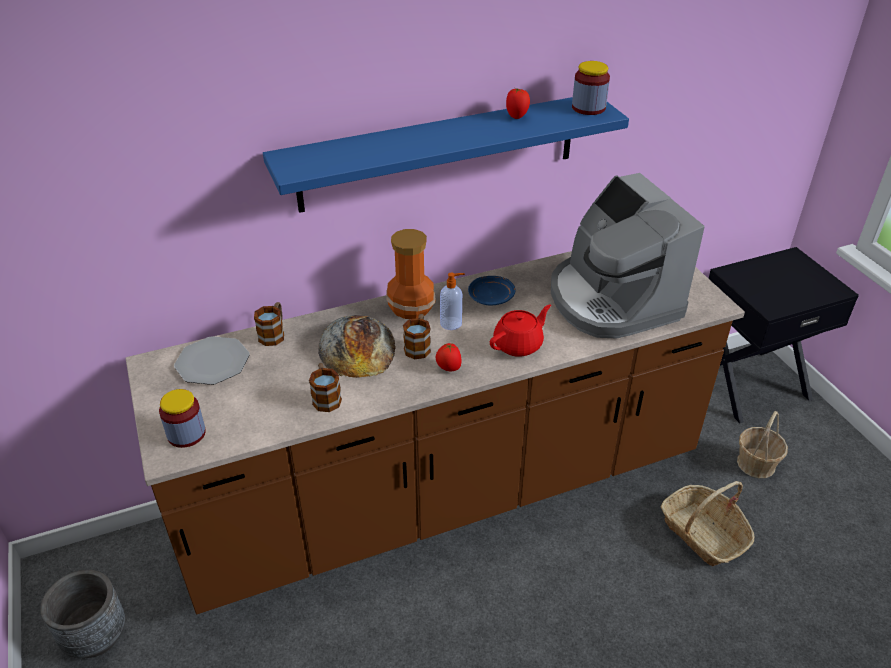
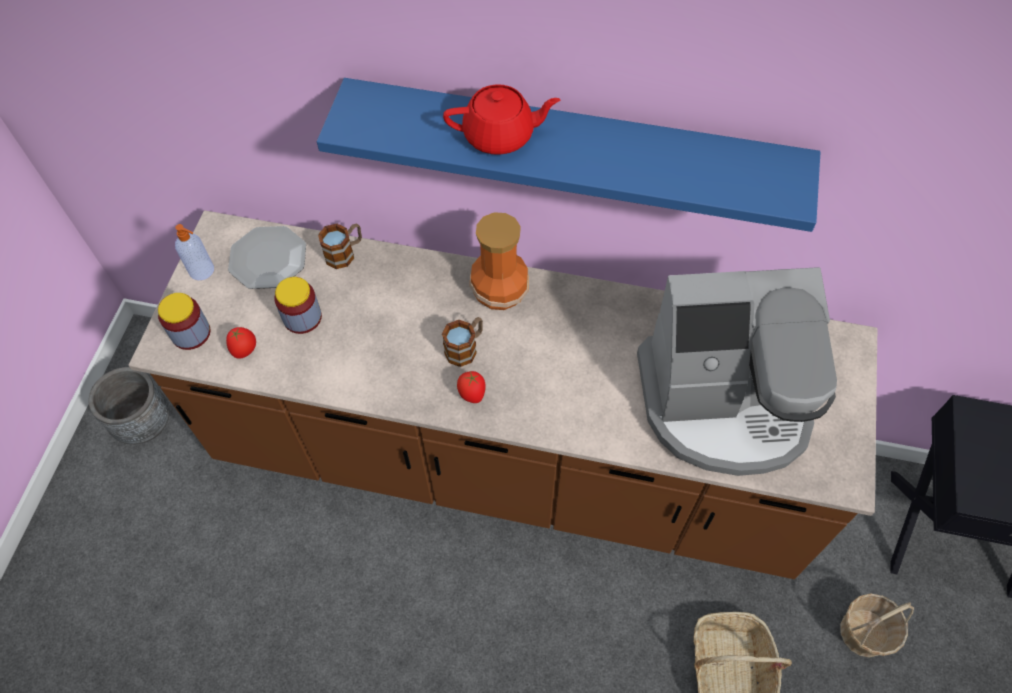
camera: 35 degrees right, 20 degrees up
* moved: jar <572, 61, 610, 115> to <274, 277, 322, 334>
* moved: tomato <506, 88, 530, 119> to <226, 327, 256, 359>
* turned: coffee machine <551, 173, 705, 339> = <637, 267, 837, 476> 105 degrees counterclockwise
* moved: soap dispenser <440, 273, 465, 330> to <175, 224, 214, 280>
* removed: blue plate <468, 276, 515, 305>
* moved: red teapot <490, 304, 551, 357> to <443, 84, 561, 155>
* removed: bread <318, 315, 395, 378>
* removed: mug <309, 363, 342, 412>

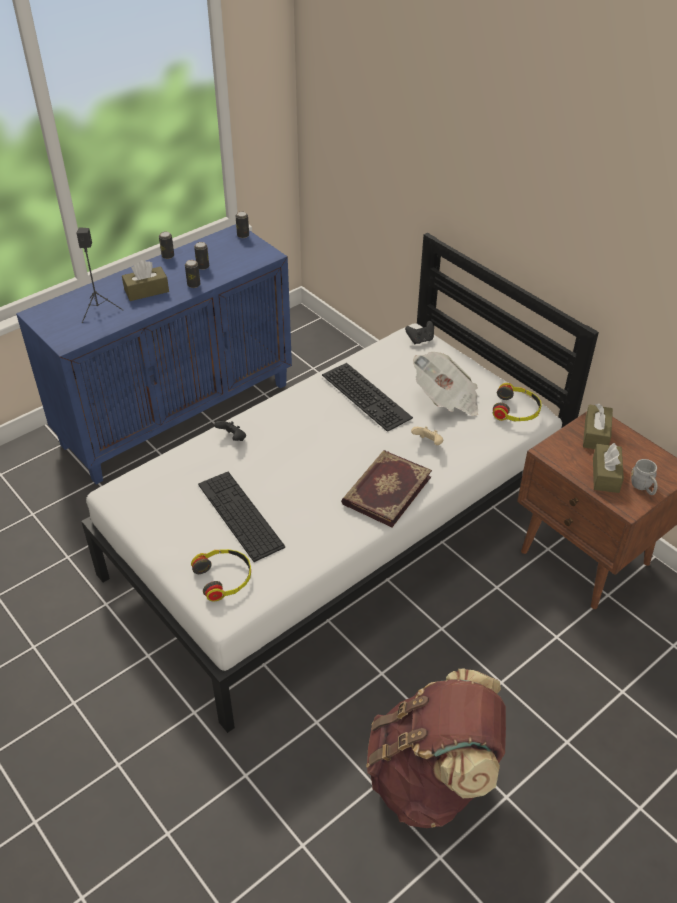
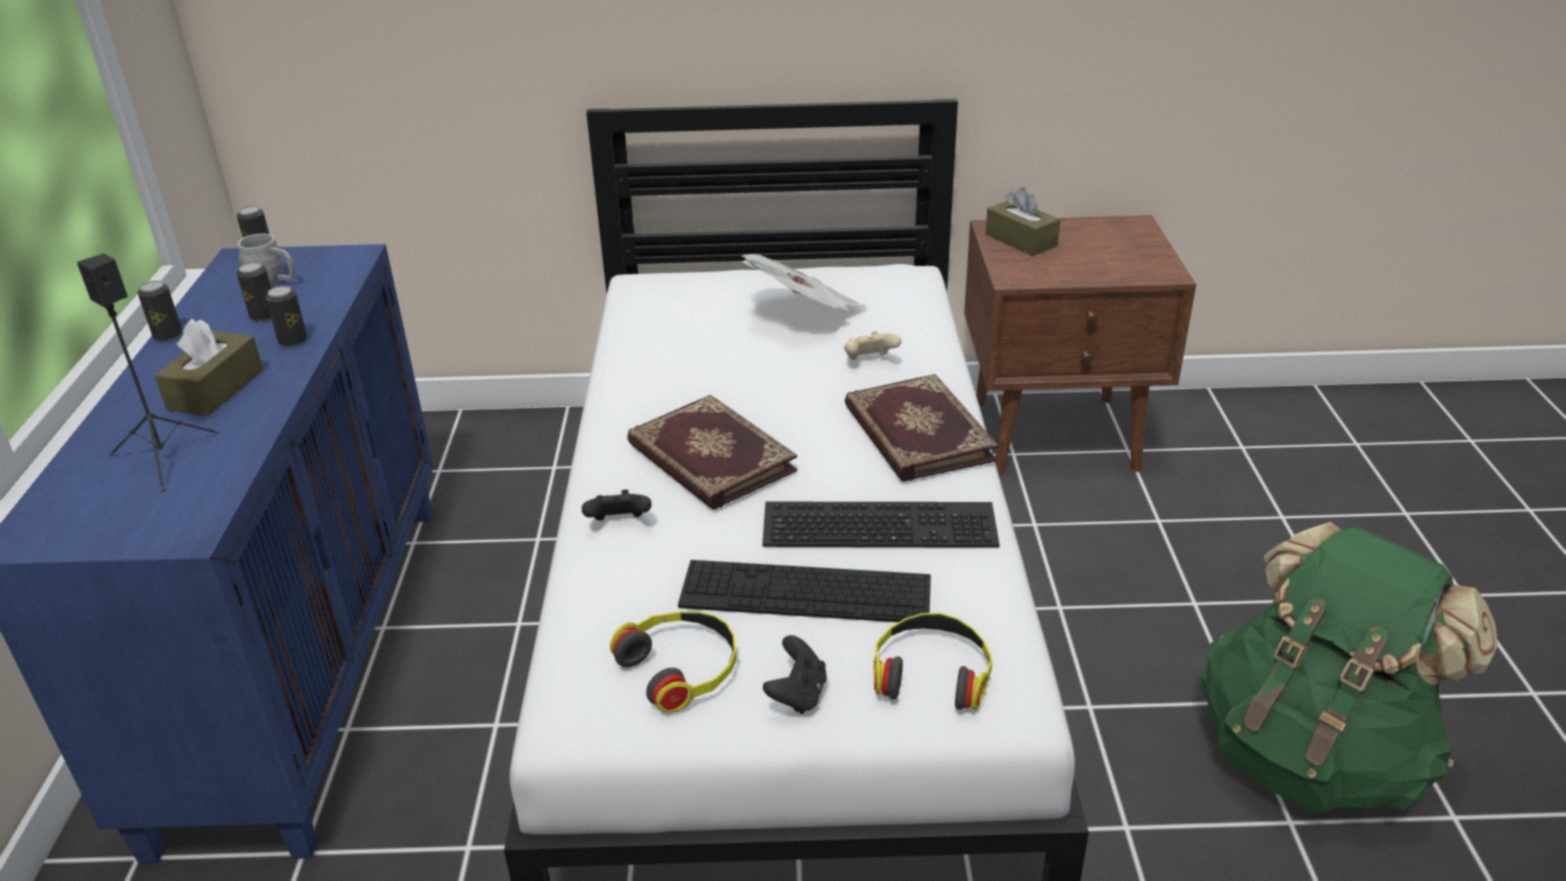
camera: 50 degrees left, 10 degrees down
* moved: black game controller <405, 321, 434, 345> to <763, 635, 827, 714>
* moved: keyboard <322, 363, 413, 432> to <762, 502, 1000, 548>
* moved: headphones <493, 383, 542, 421> to <610, 611, 736, 713>
* removed: brown tissue box <593, 443, 624, 493>
* moved: grey mug <631, 459, 658, 495> to <238, 234, 295, 285>
* recoloured: brown backpack <366, 668, 506, 828> to green backpack <1201, 522, 1498, 813>
* added: book <627, 395, 798, 510>

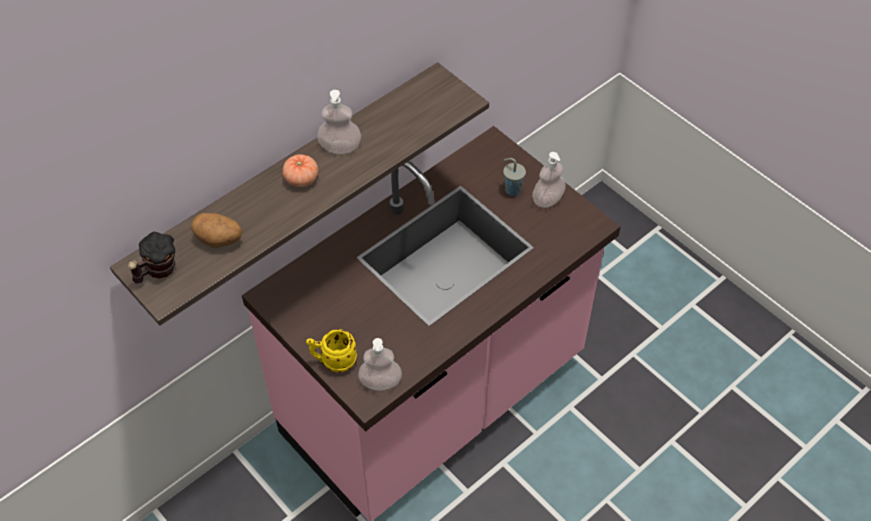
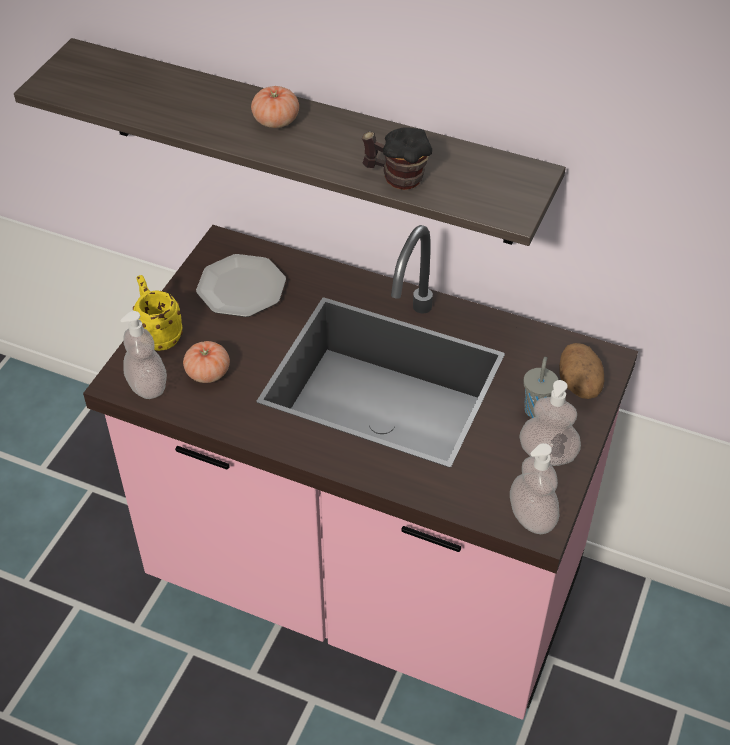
camera: 65 degrees right, 5 degrees down
* moved: soap dispenser <317, 90, 361, 154> to <510, 443, 559, 534>
* moved: potato <191, 213, 242, 247> to <559, 343, 604, 399>
* moved: mug <128, 232, 175, 284> to <362, 127, 432, 190>
* added: plate <196, 254, 286, 317>
* added: tomato <183, 341, 230, 383>

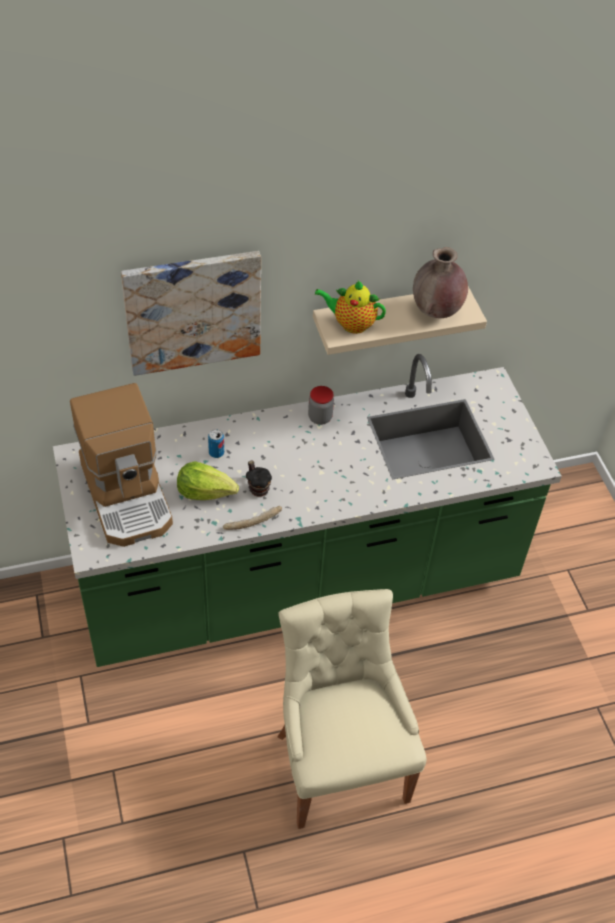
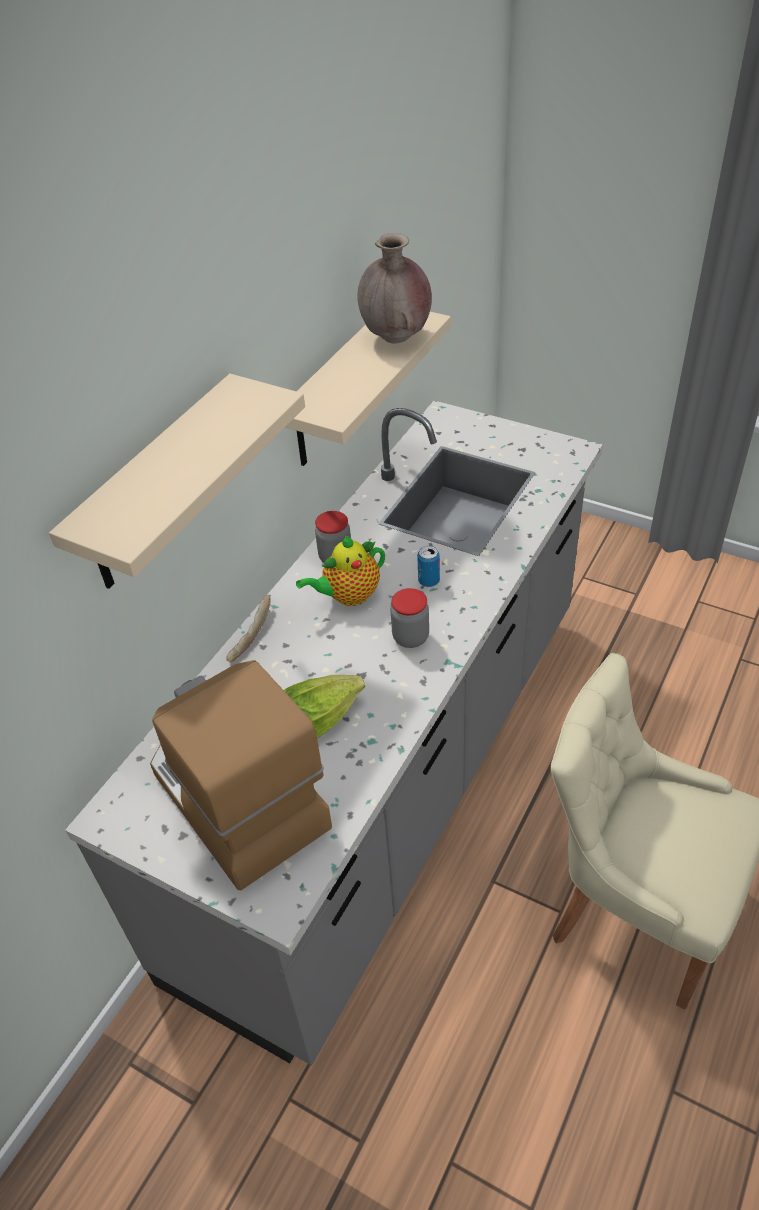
camera: 40 degrees left, 5 degrees down
* replaced: picture <121, 251, 261, 376> to beige shelf <49, 374, 305, 589>
* moved: teapot <315, 280, 386, 334> to <296, 536, 385, 606>
* recoloured: green counter <53, 354, 562, 667> to grey counter <65, 401, 603, 1066>
* turned: coffee machine <70, 383, 173, 547> = <150, 660, 332, 890> 150 degrees counterclockwise
* moved: can <208, 430, 224, 458> to <417, 546, 440, 587>
* removed: mug <246, 460, 272, 497>
* moved: bread <223, 506, 282, 530> to <226, 595, 270, 662>
* added: jar <391, 588, 429, 648>

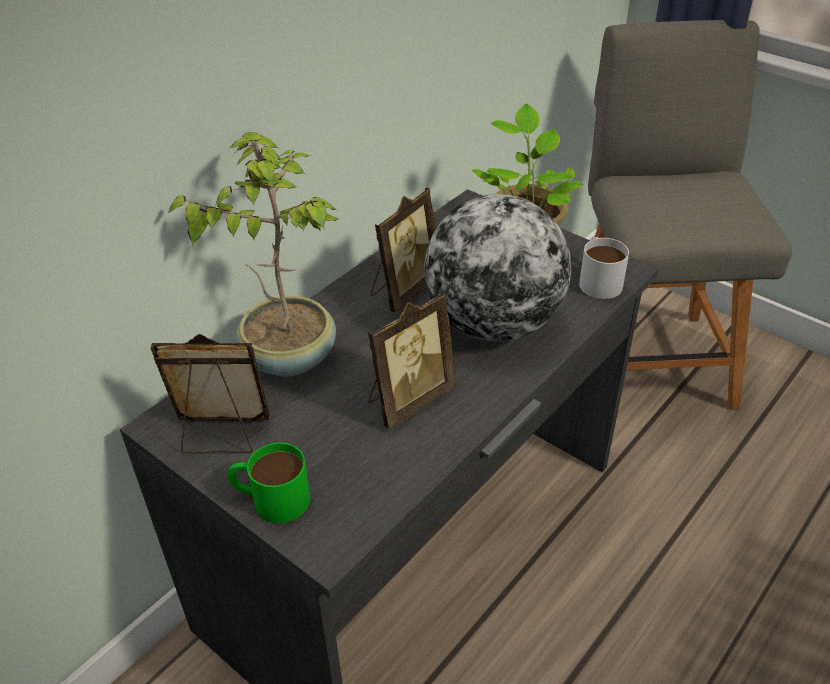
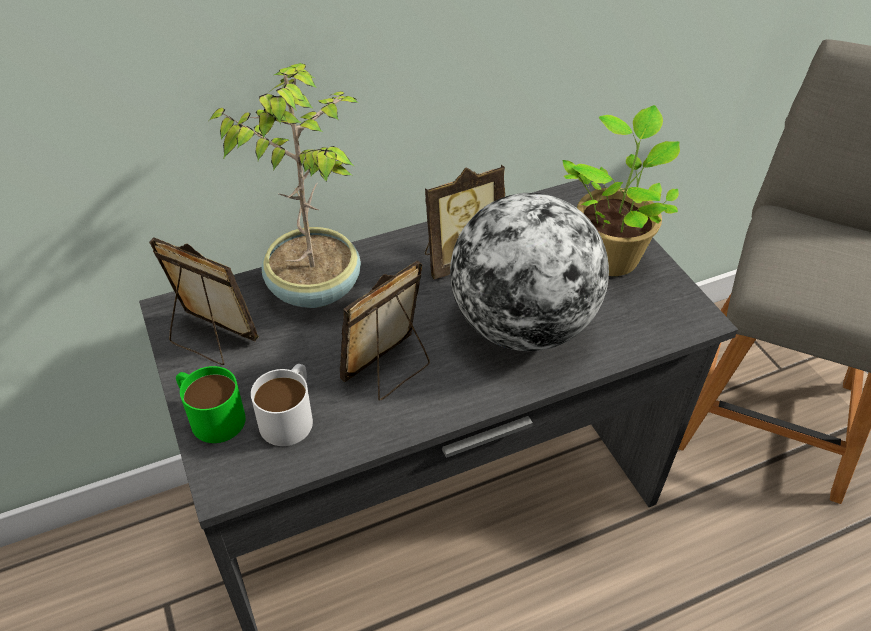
camera: 25 degrees right, 5 degrees up
* moved: white mug <579, 237, 629, 299> to <251, 364, 313, 446>
* turned: picture frame <368, 292, 456, 429> = <340, 260, 430, 401> 150 degrees clockwise

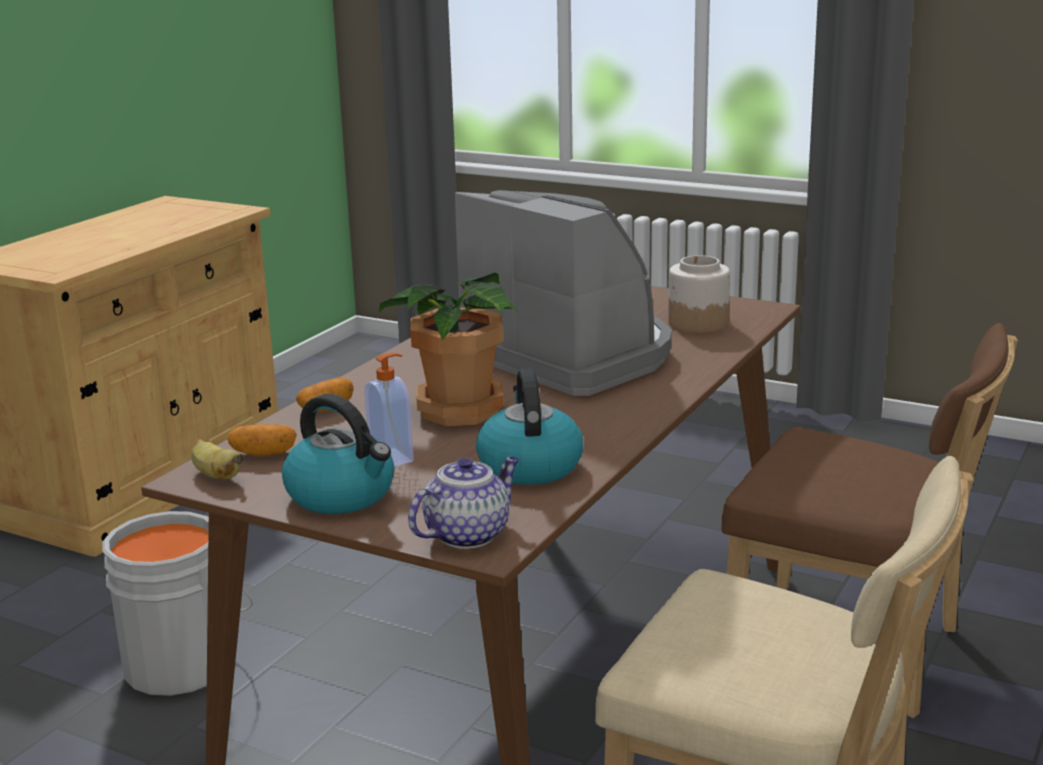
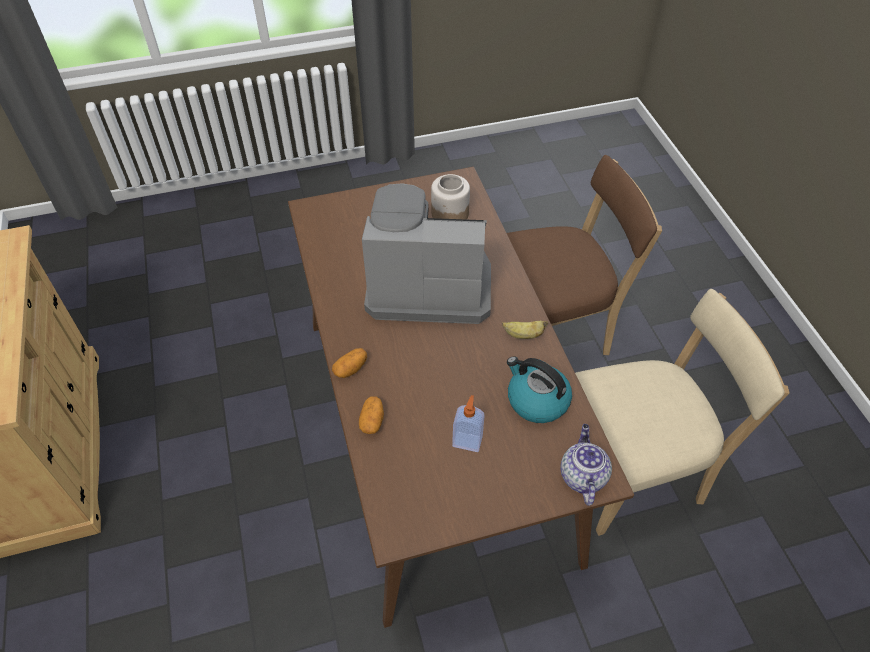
camera: 45 degrees left, 30 degrees up
* removed: potted plant <379, 272, 520, 426>
* removed: kettle <282, 394, 394, 514>
* moved: potato <228, 424, 297, 457> to <332, 348, 367, 378>
* moved: banana <191, 439, 244, 480> to <502, 321, 548, 339>
* removed: grey bucket <103, 511, 253, 696>

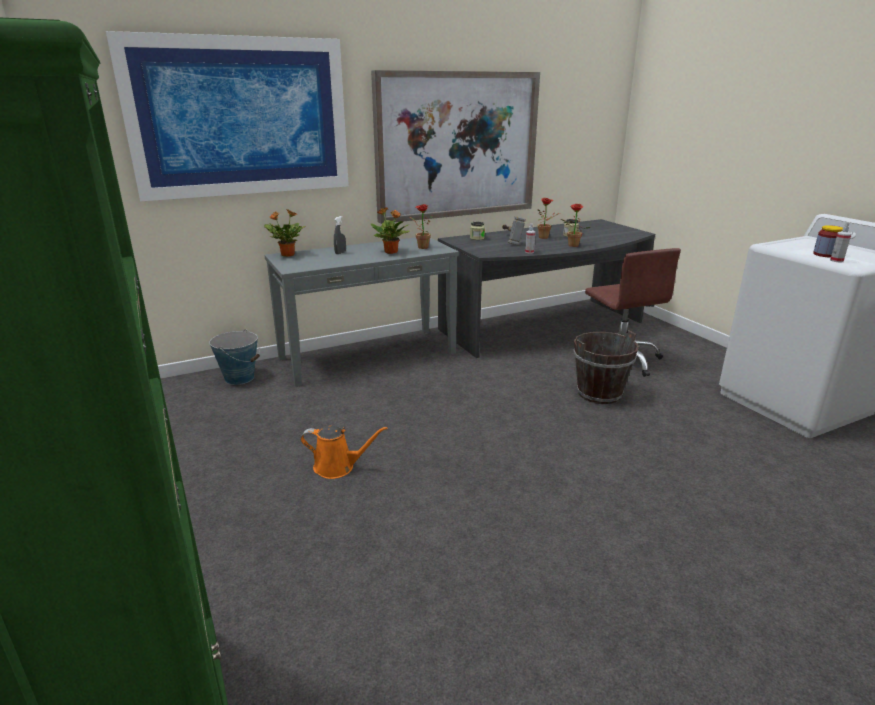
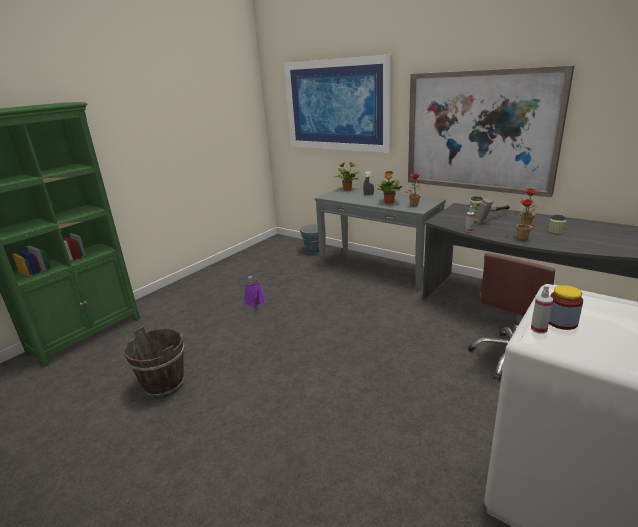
camera: 65 degrees right, 0 degrees up
* moved: brown bucket <573, 330, 639, 404> to <123, 327, 184, 398>
* recoloured: orange watering can <301, 426, 387, 479> to purple watering can <244, 276, 266, 306>

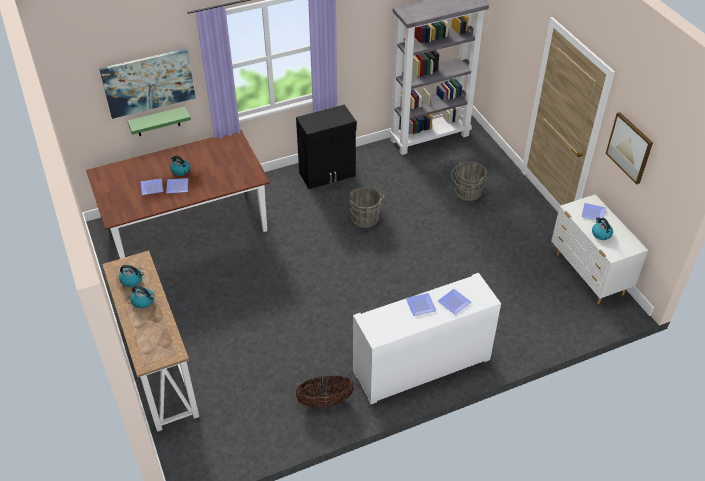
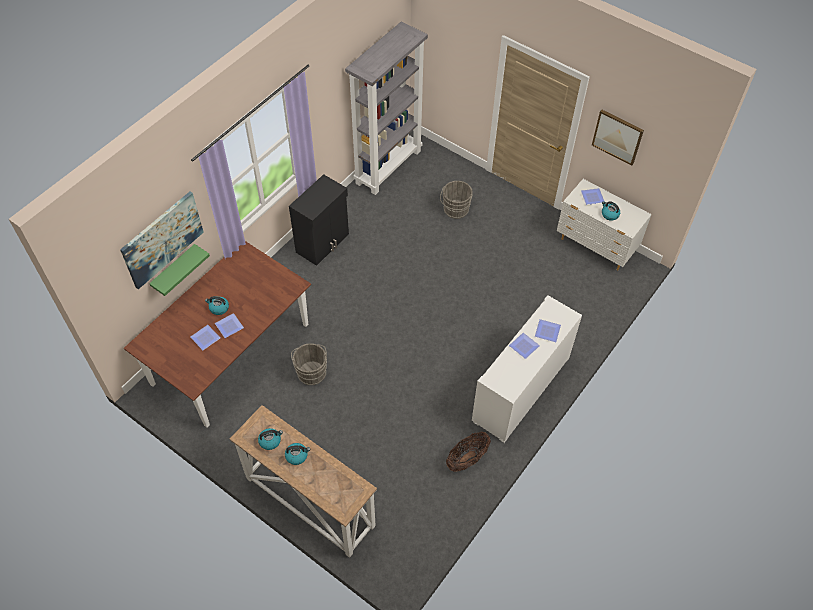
camera: 30 degrees left, 10 degrees up
* moved: grey bucket <349, 187, 384, 228> to <291, 343, 327, 385>

